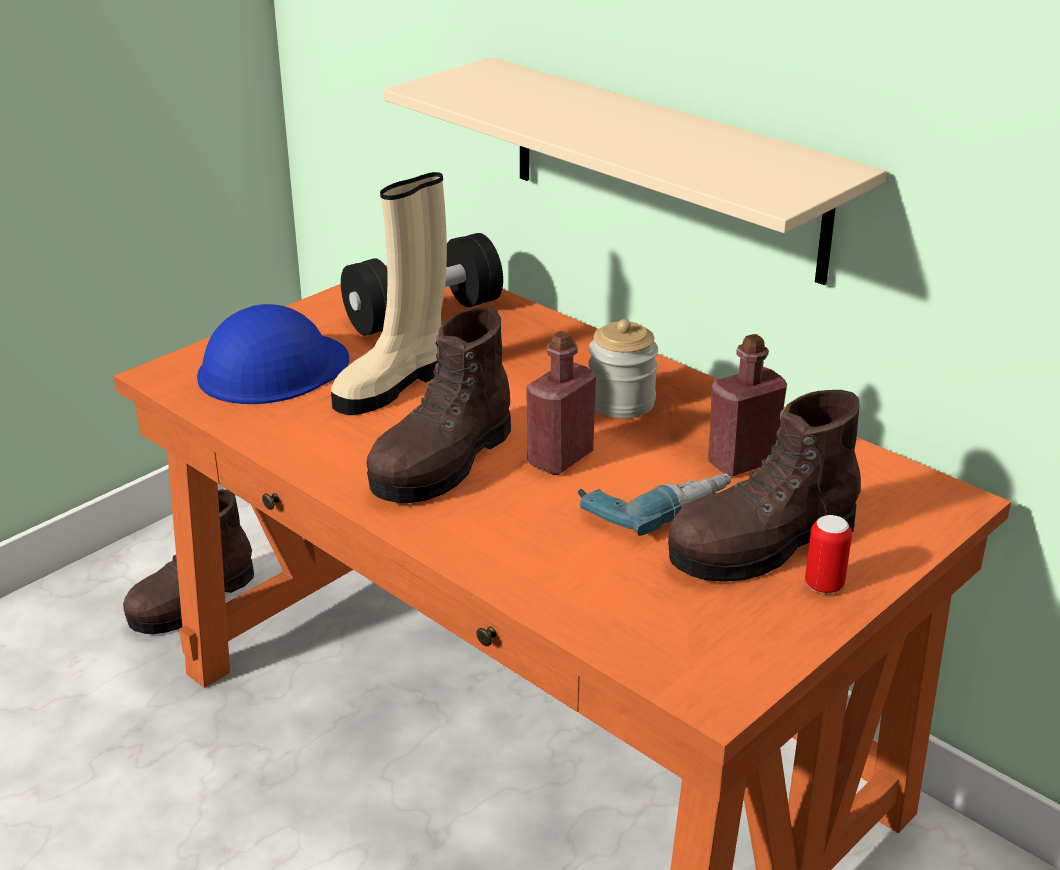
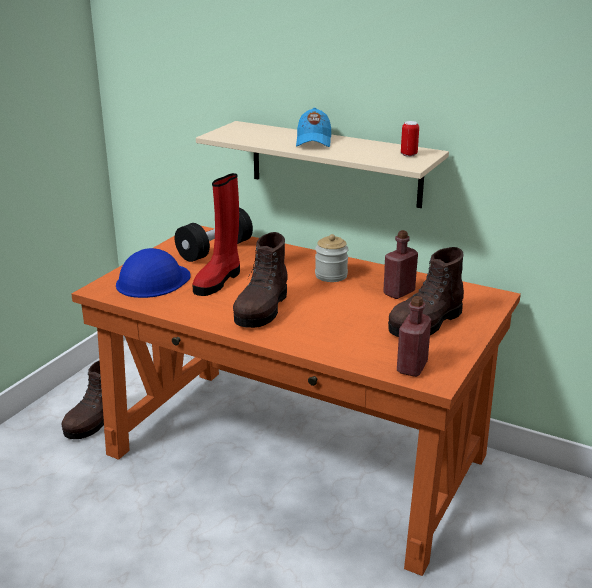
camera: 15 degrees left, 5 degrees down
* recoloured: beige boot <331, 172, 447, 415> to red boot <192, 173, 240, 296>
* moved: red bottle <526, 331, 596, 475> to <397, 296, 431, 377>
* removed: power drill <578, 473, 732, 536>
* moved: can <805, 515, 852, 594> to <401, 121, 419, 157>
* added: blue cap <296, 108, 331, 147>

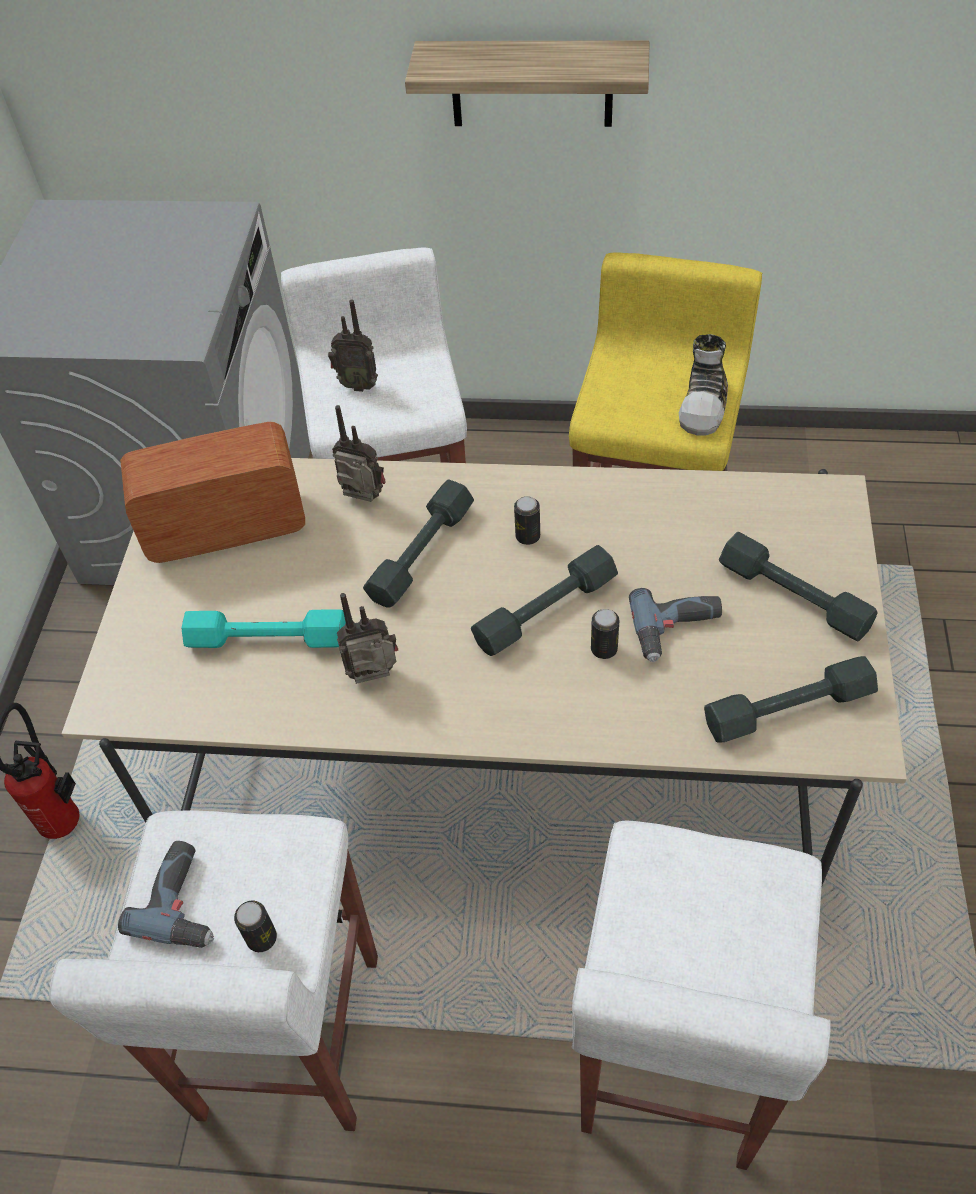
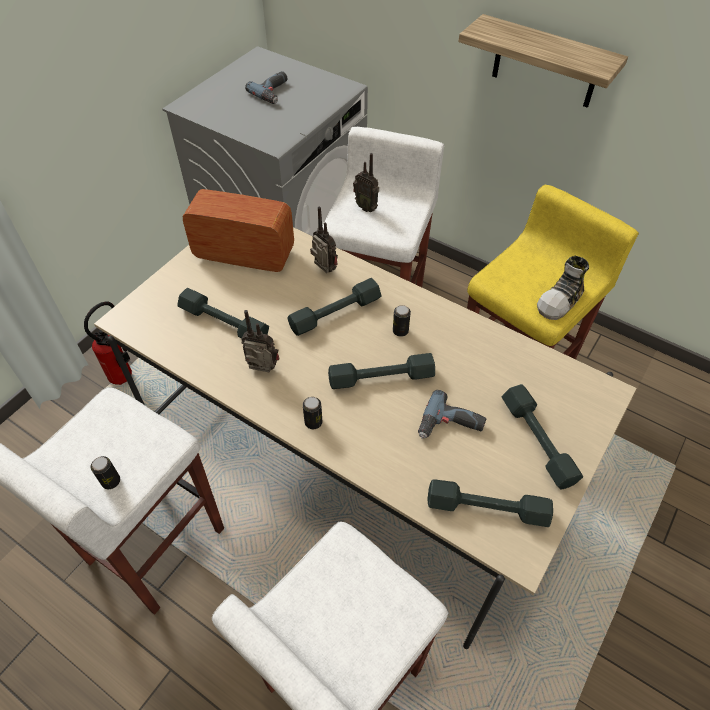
camera: 25 degrees right, 0 degrees up
* recoloured: turquoise dumbbell <182, 609, 346, 648> to grey dumbbell <177, 288, 269, 339>
* moved: can <591, 609, 619, 659> to <303, 397, 323, 429>
* moved: power drill <118, 841, 214, 948> to <245, 71, 287, 104>

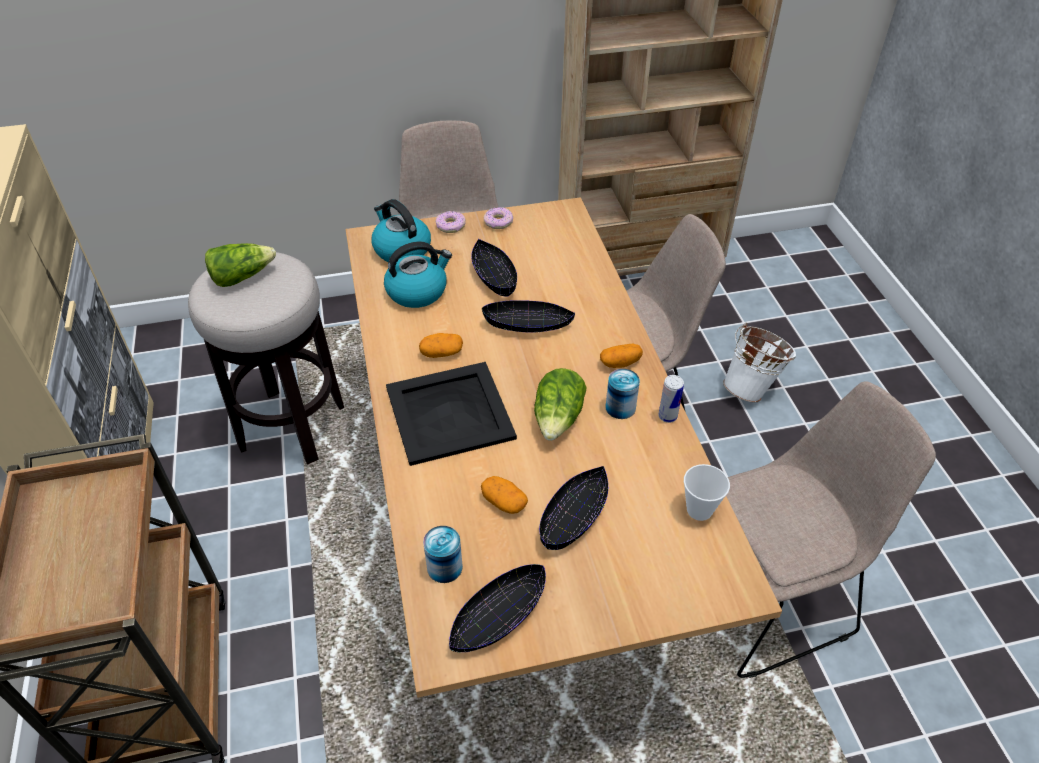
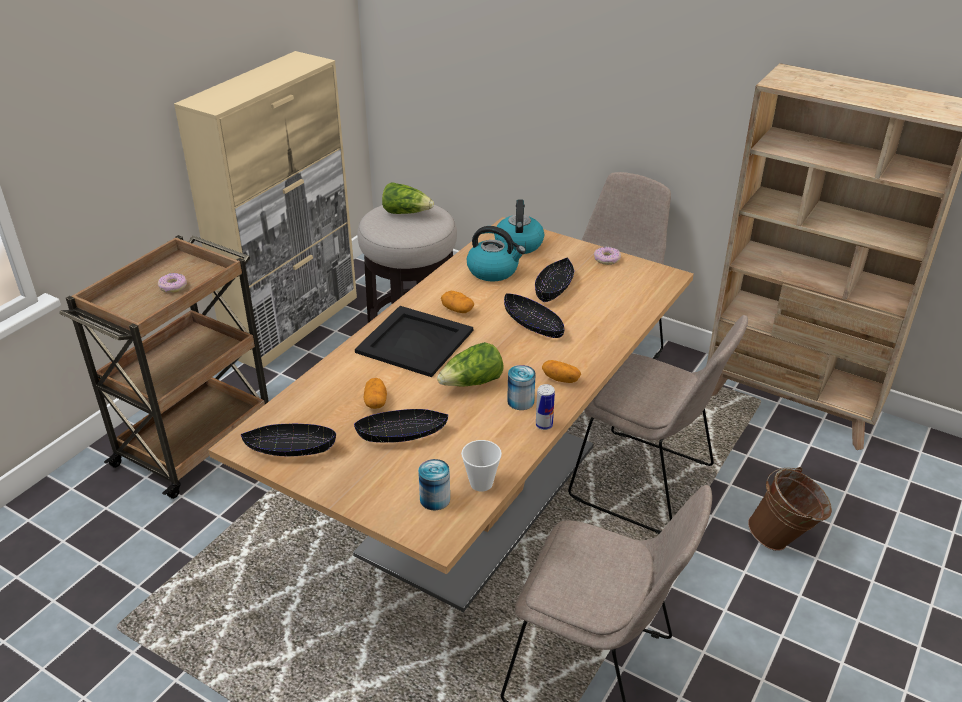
camera: 45 degrees right, 10 degrees down
* moved: donut <435, 211, 466, 233> to <158, 273, 187, 293>
* recoloured: white bucket <723, 322, 796, 403> to brown bucket <748, 467, 832, 551>
* moved: can <423, 526, 463, 583> to <418, 459, 450, 510>

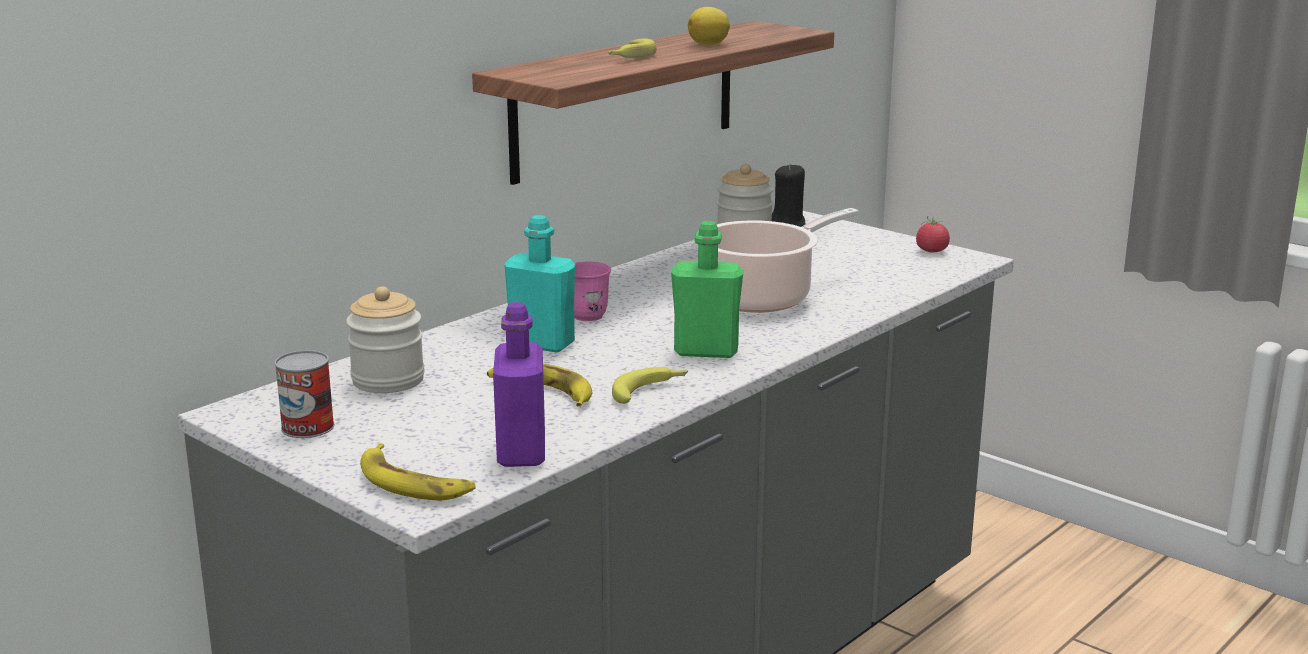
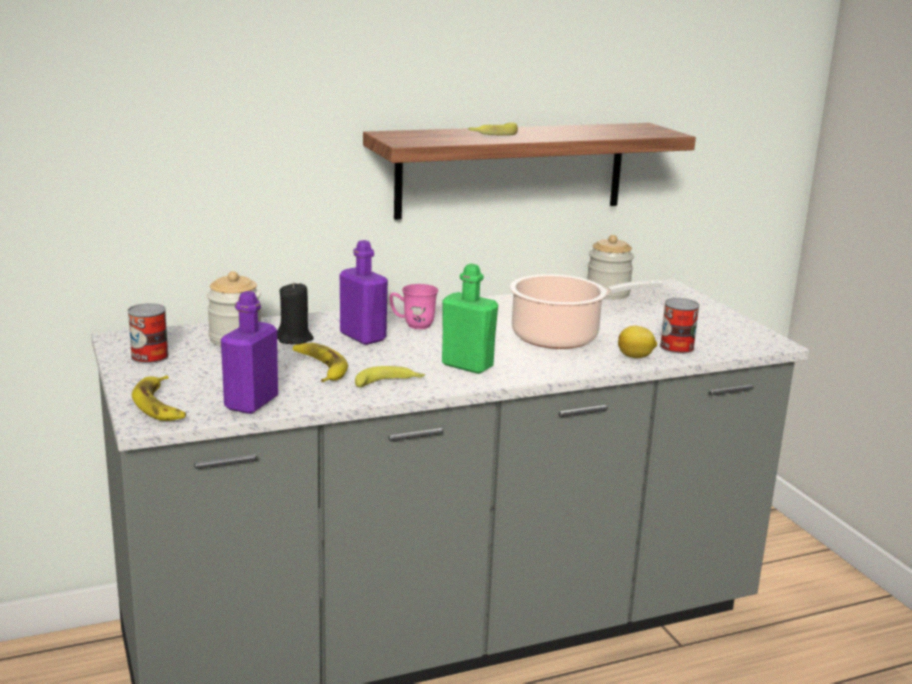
camera: 25 degrees right, 0 degrees up
* moved: lemon <688, 7, 730, 45> to <618, 326, 657, 358>
* moved: black candle <772, 163, 806, 227> to <277, 282, 313, 344>
* recoloured: turquoise bottle <504, 215, 575, 353> to purple bottle <340, 240, 388, 345>
* removed: tomato <916, 217, 950, 252>
* added: can <660, 298, 700, 354>

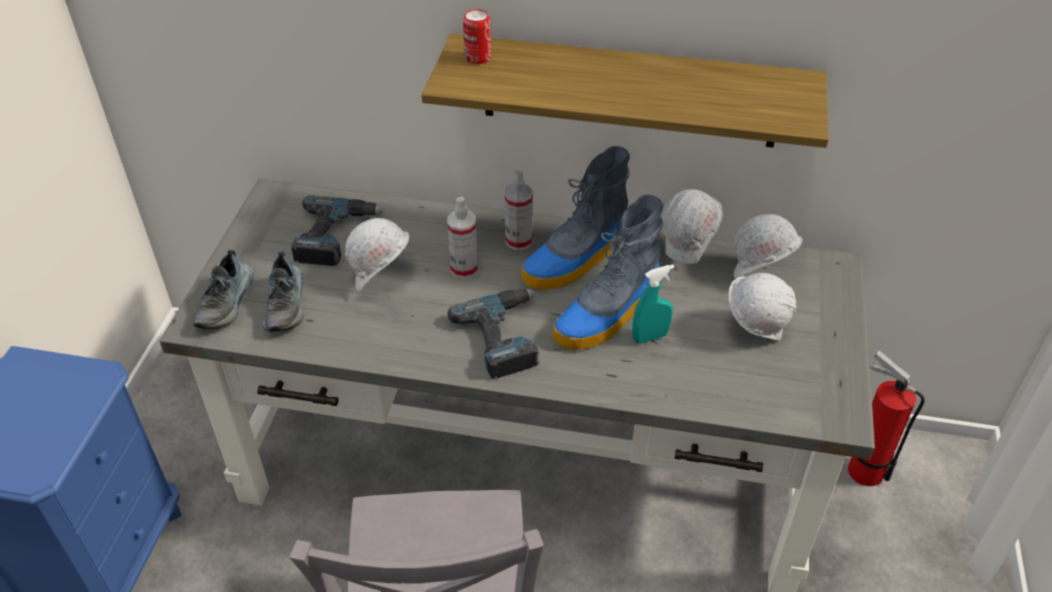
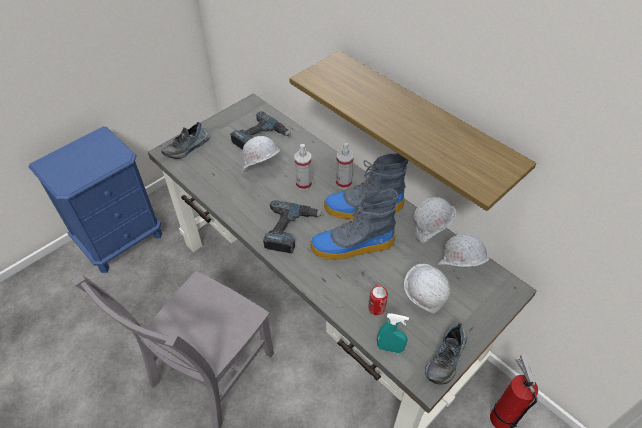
camera: 35 degrees right, 5 degrees up
* moved: can <463, 9, 491, 64> to <368, 286, 388, 315>
* moved: shoe <263, 251, 304, 332> to <425, 322, 467, 385>
* moved: turquoise spray bottle <632, 264, 674, 344> to <377, 314, 409, 353>

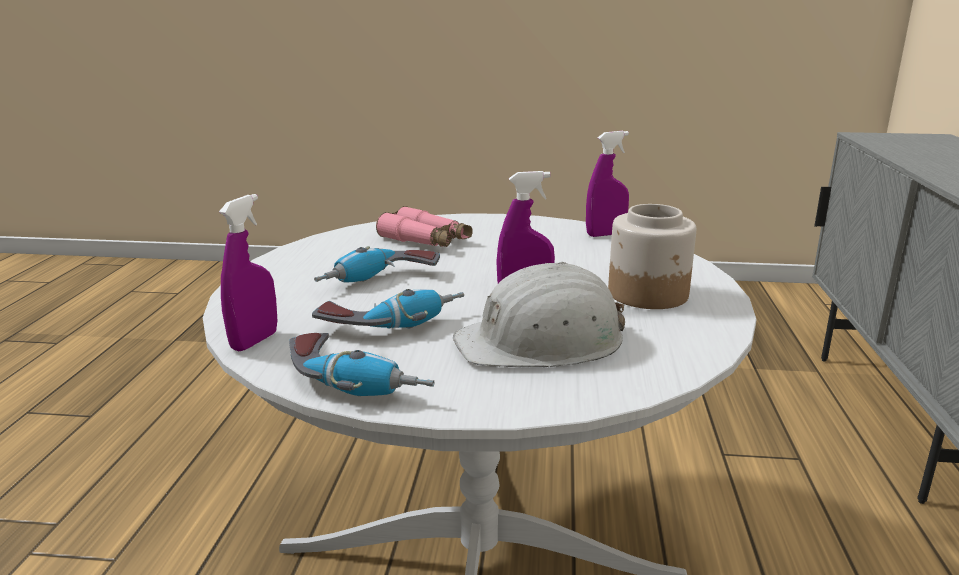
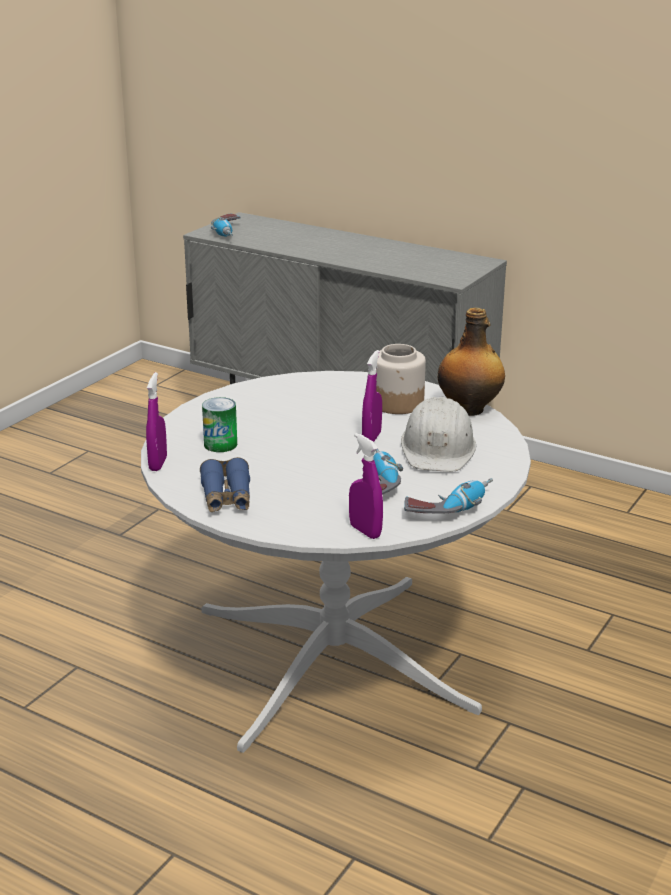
camera: 65 degrees left, 5 degrees up
* moved: purple spray bottle <586, 131, 629, 237> to <146, 372, 167, 471>
* replaced: pink binoculars <376, 206, 473, 247> to can <202, 397, 237, 452>
* moved: power drill <314, 246, 440, 283> to <211, 214, 241, 236>
* added: bottle <438, 308, 505, 416>
* added: blue binoculars <200, 457, 250, 512>

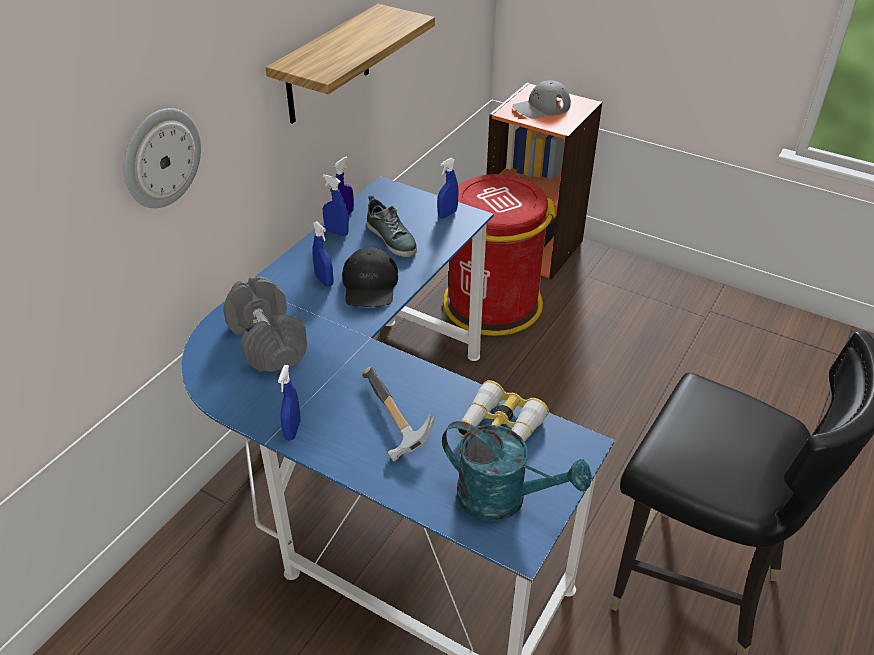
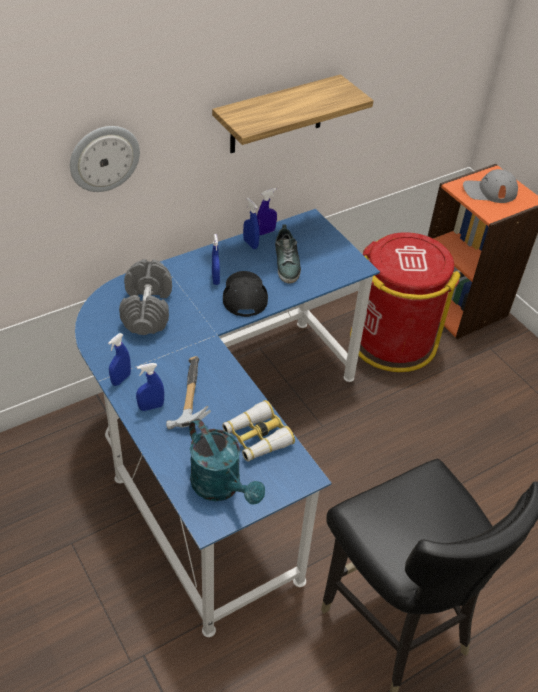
camera: 25 degrees right, 5 degrees up
* moved: blue spray bottle <437, 158, 458, 218> to <136, 363, 164, 411>
* turned: black cap <342, 247, 398, 307> = <223, 271, 268, 317> 150 degrees clockwise

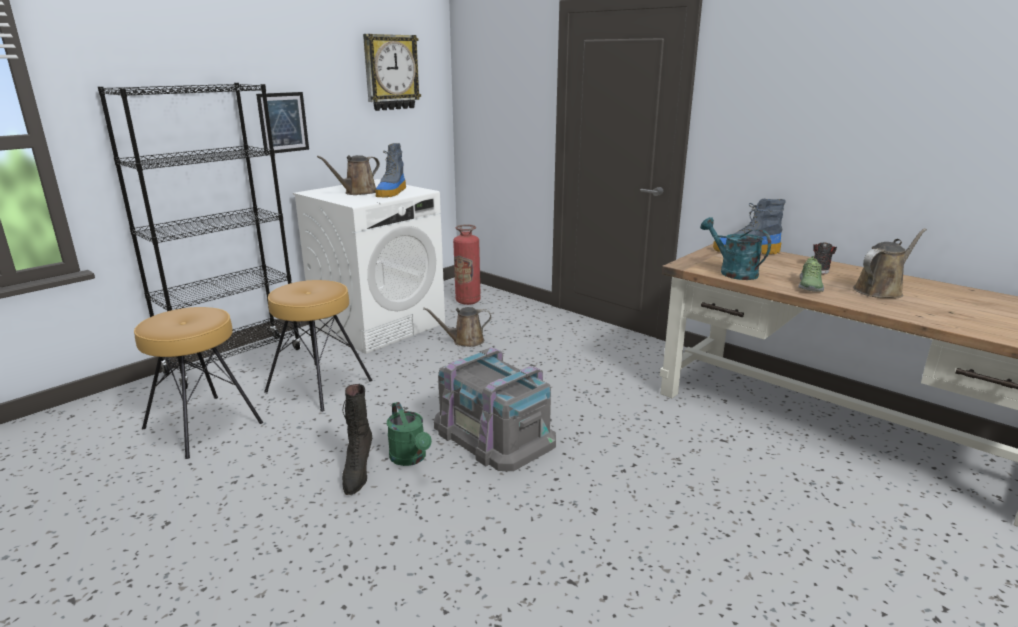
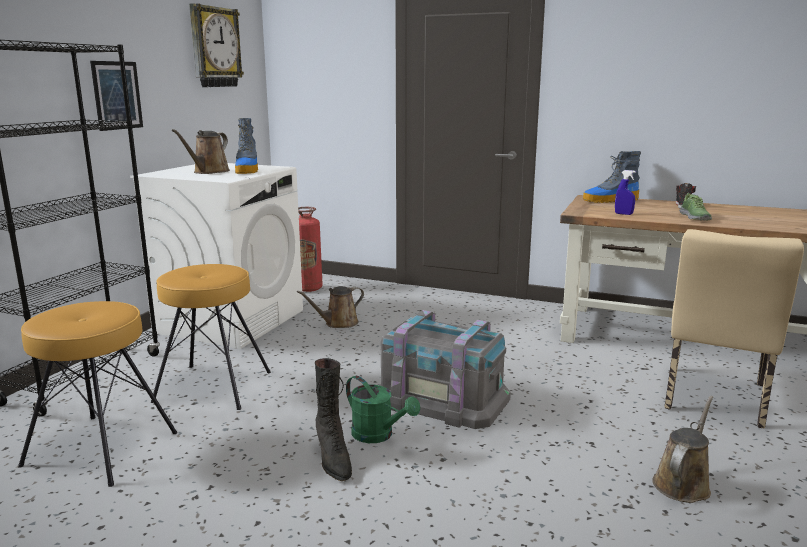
camera: 20 degrees left, 5 degrees down
* replaced: turquoise watering can <700, 217, 771, 280> to blue spray bottle <615, 170, 636, 215>
* moved: brown watering can <853, 228, 927, 298> to <652, 396, 713, 503>
* added: beige chair <664, 229, 804, 428>

